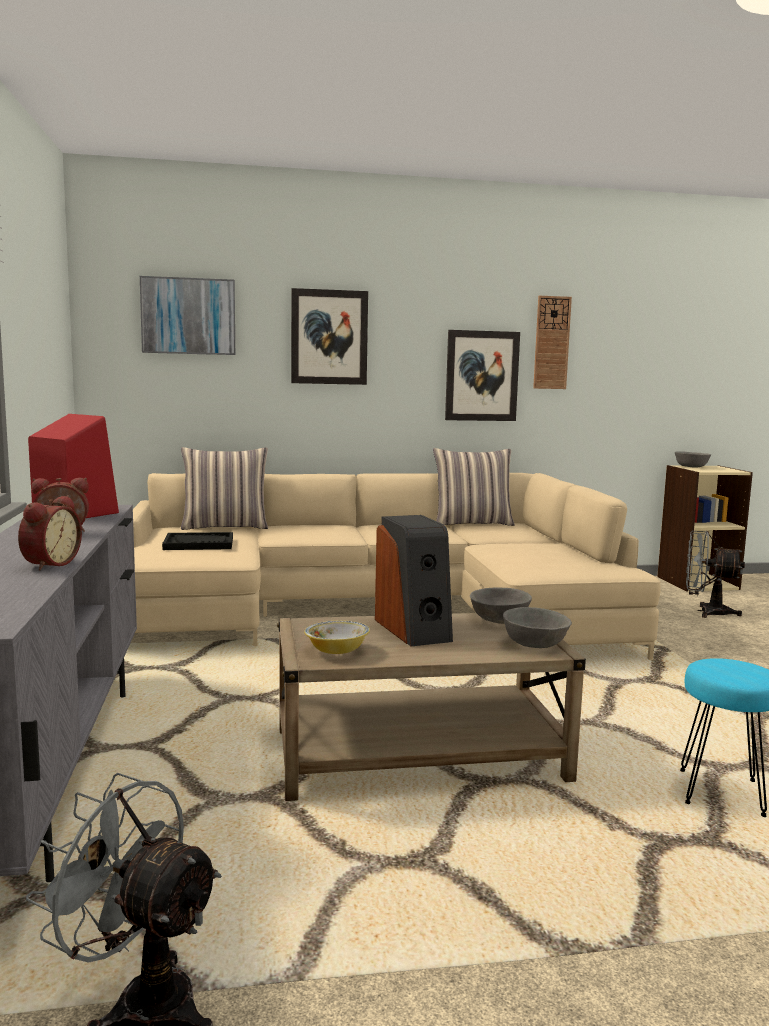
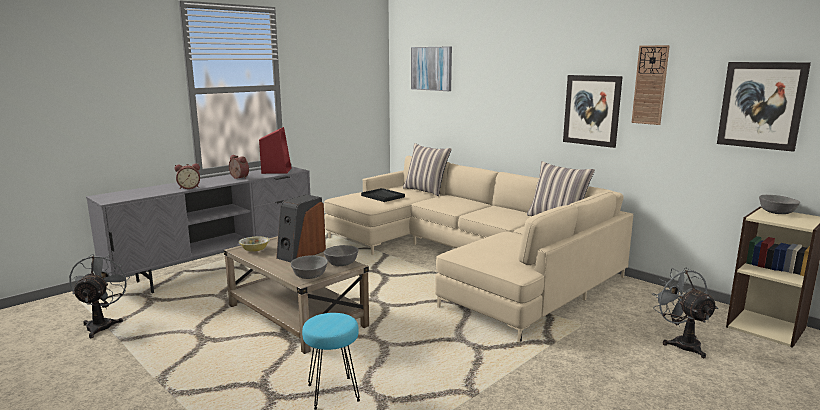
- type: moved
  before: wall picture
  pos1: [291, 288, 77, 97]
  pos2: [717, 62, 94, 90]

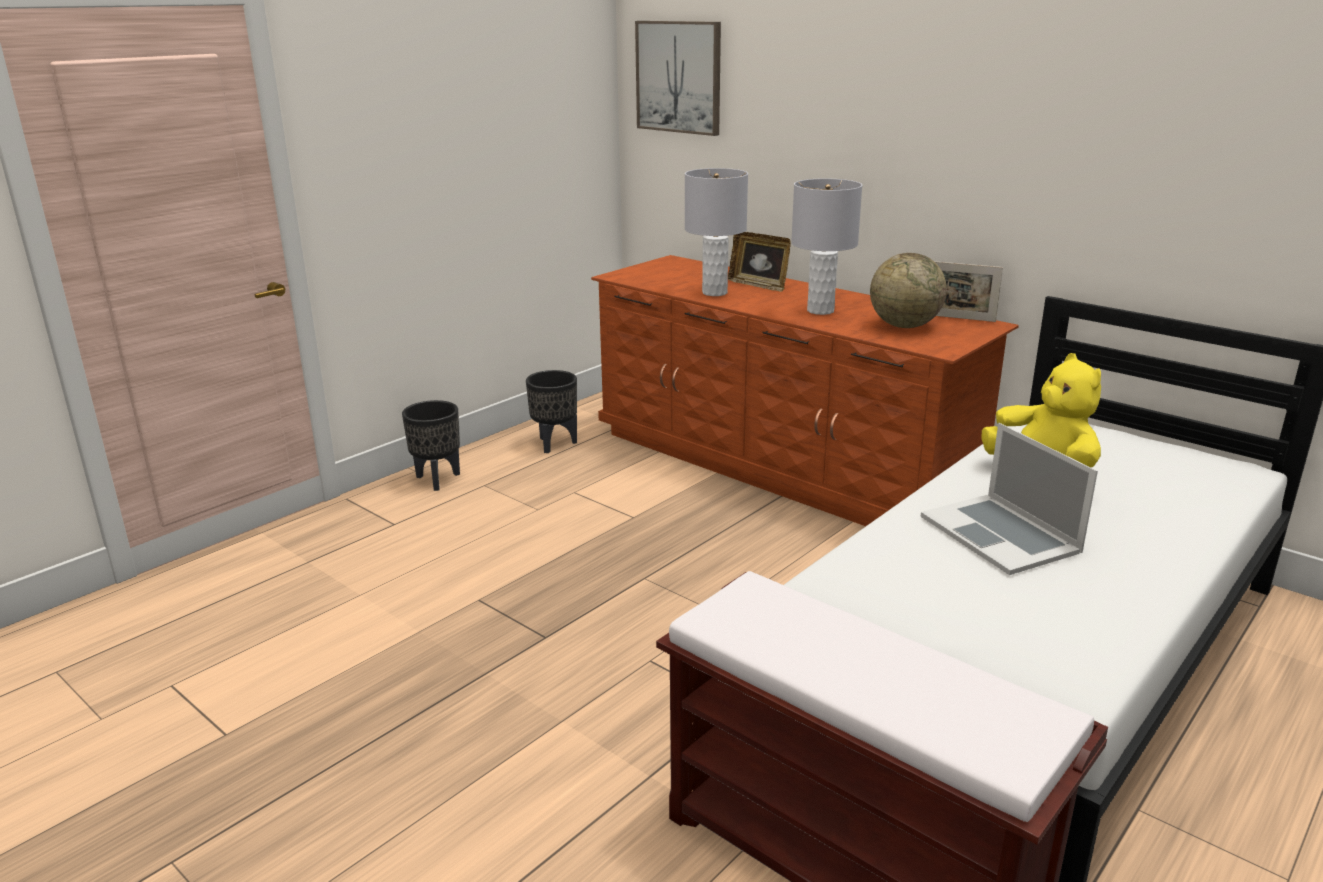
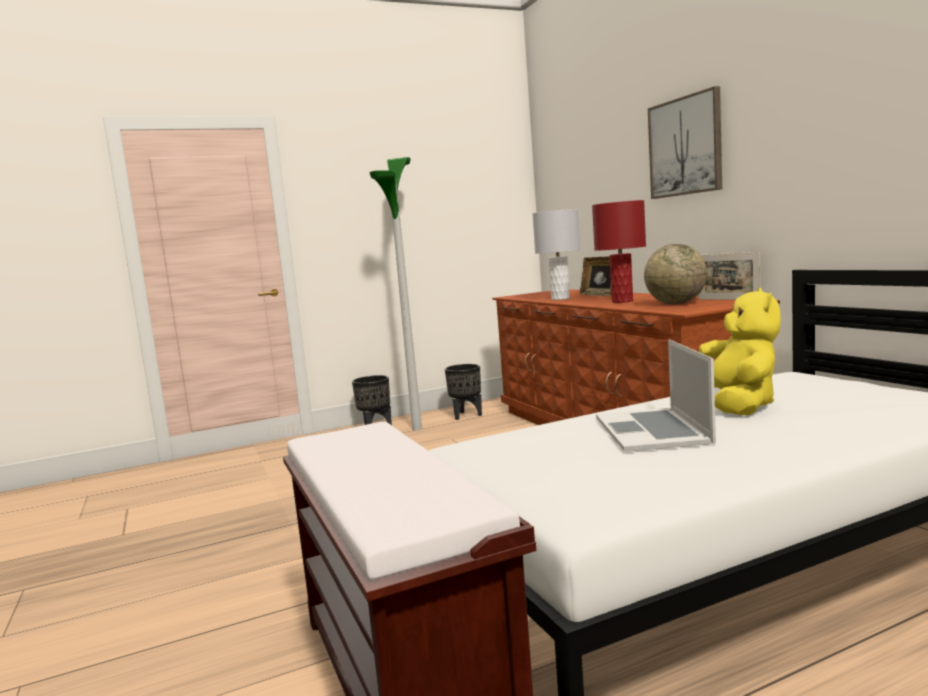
- type: added
  after: standing lamp
  pos2: [370, 157, 52, 274]
- type: moved
  before: wall picture
  pos1: [635, 21, 86, 115]
  pos2: [648, 86, 74, 113]
- type: recoloured
  before: lamp for a table (gray)
  after: lamp for a table (red)
  pos1: [791, 178, 71, 137]
  pos2: [592, 200, 54, 103]

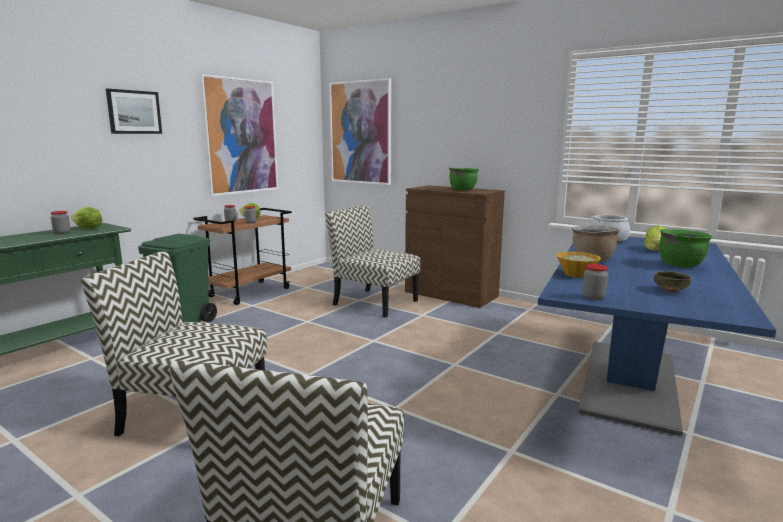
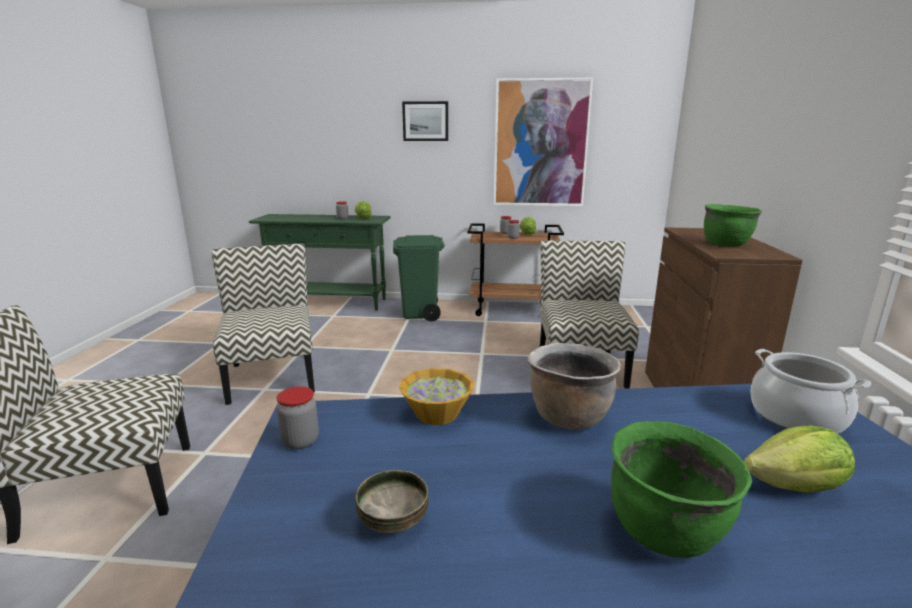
- type: removed
  before: wall picture
  pos1: [329, 78, 62, 107]

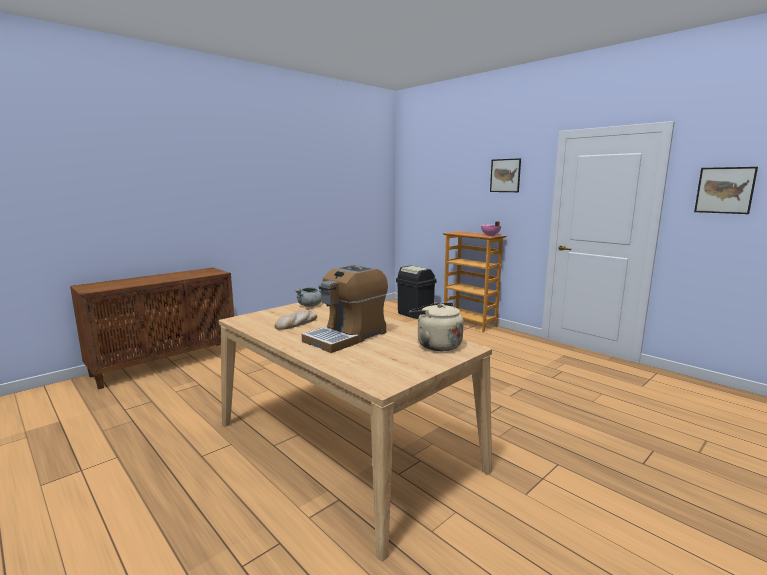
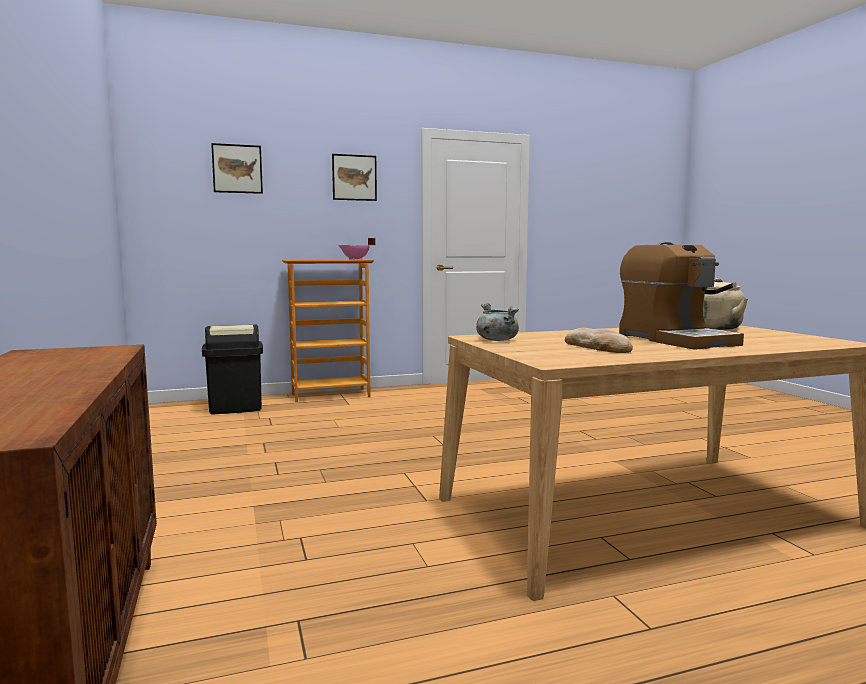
- type: moved
  before: wall picture
  pos1: [694, 167, 64, 47]
  pos2: [211, 143, 52, 51]

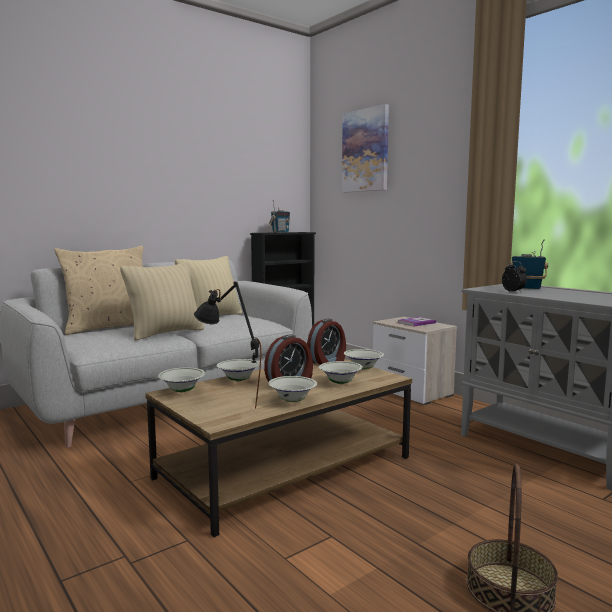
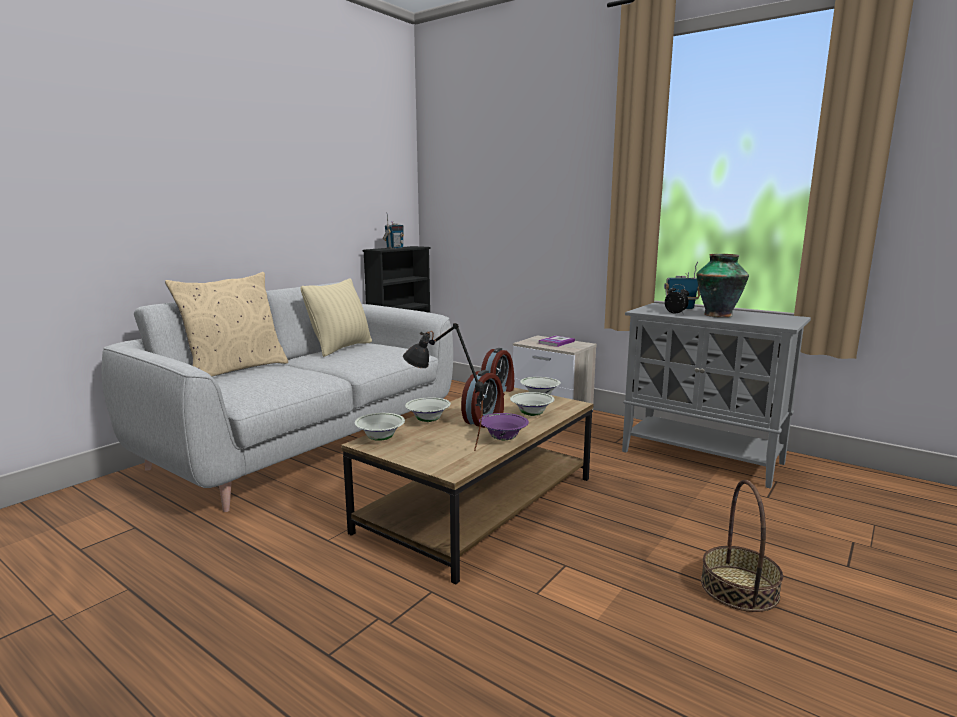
- type: removed
  before: pillow (sand-coloured)
  pos1: [120, 262, 84, 79]
- type: removed
  before: wall picture
  pos1: [342, 104, 47, 88]
- type: added
  after: flower vase
  pos2: [696, 254, 53, 63]
- type: recoloured
  before: deep dish (white-coloured)
  after: deep dish (purple)
  pos1: [268, 376, 49, 26]
  pos2: [479, 413, 50, 27]

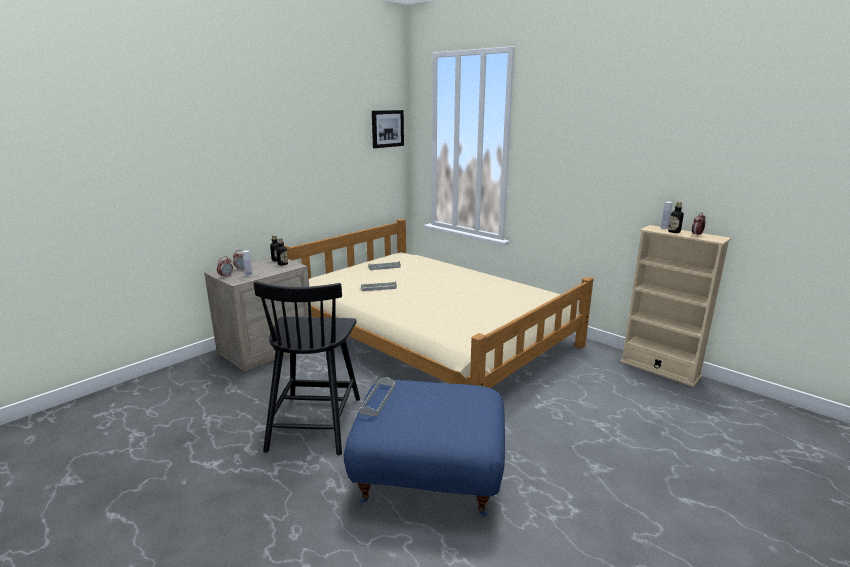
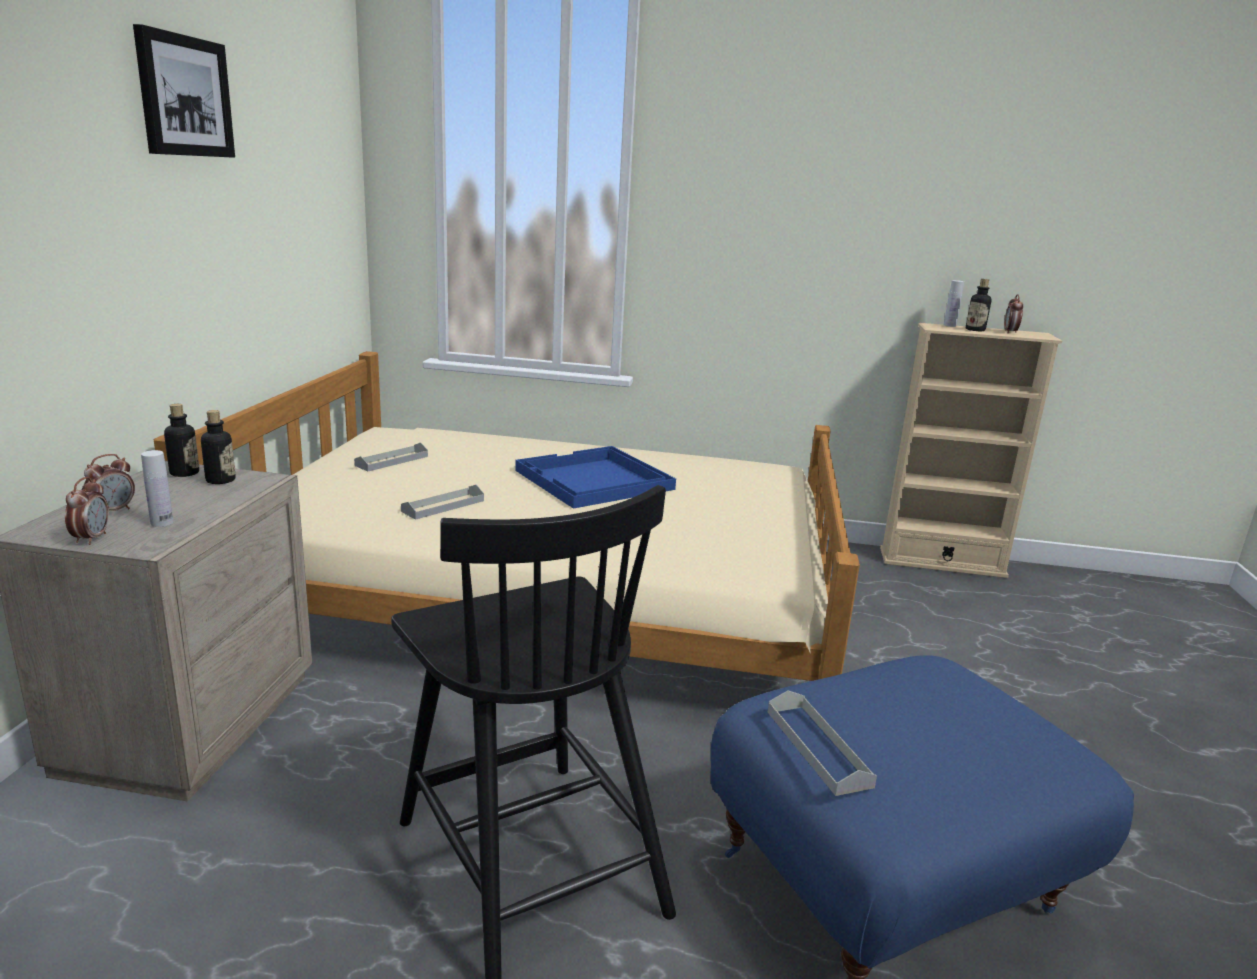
- type: added
  after: serving tray (blue)
  pos2: [515, 446, 161, 63]
- type: moved
  before: wall picture
  pos1: [372, 110, 32, 38]
  pos2: [133, 24, 102, 134]

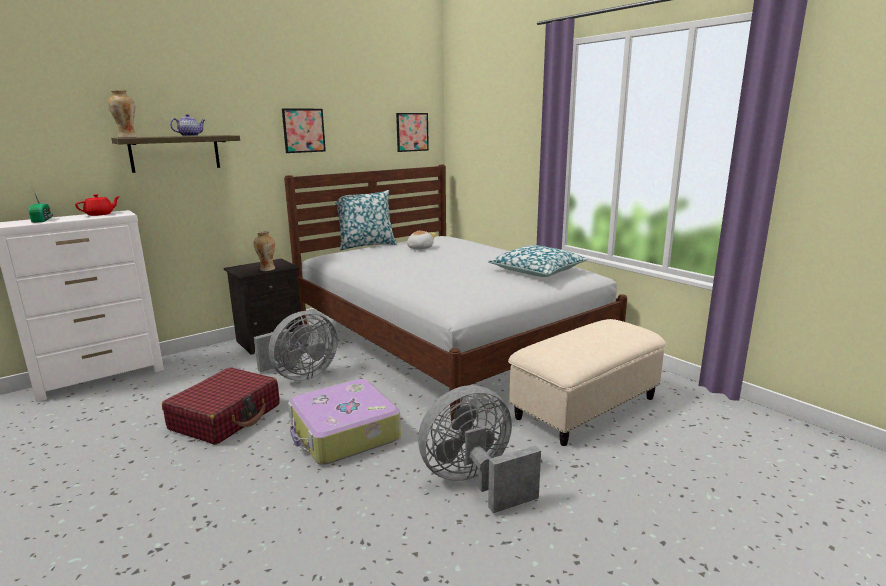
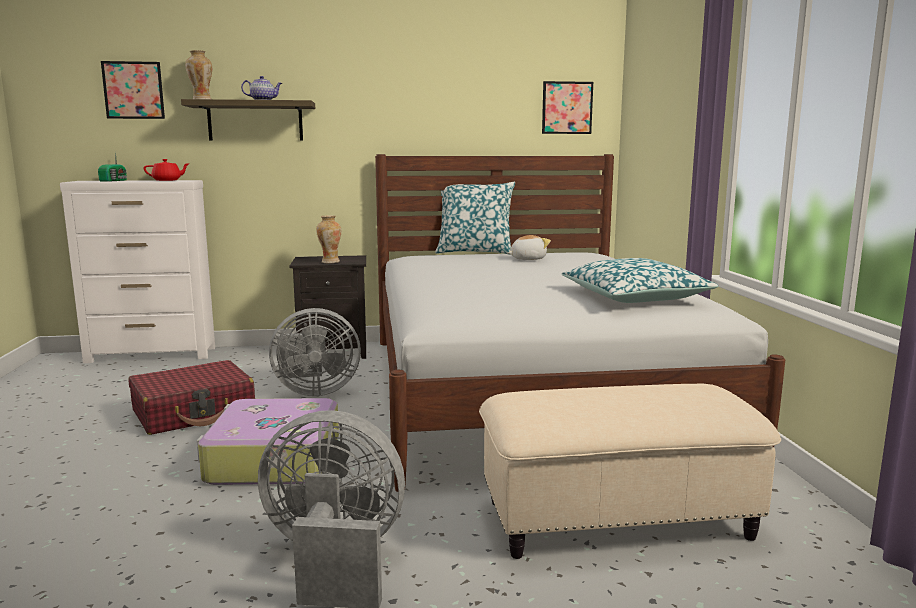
- type: moved
  before: wall picture
  pos1: [282, 109, 44, 44]
  pos2: [101, 61, 64, 58]

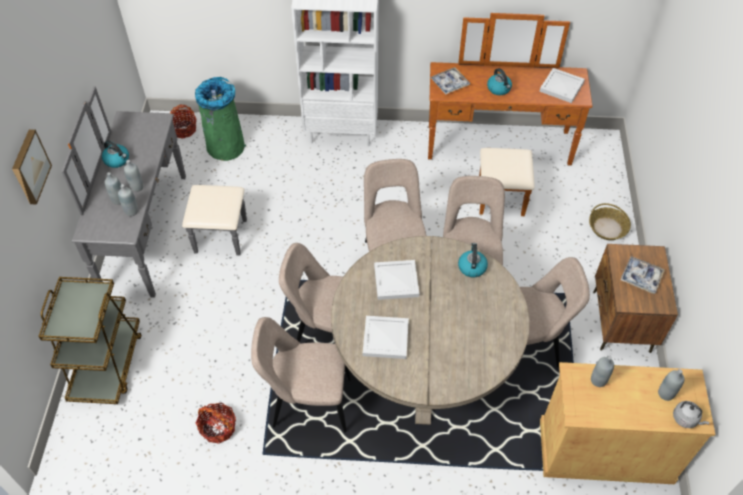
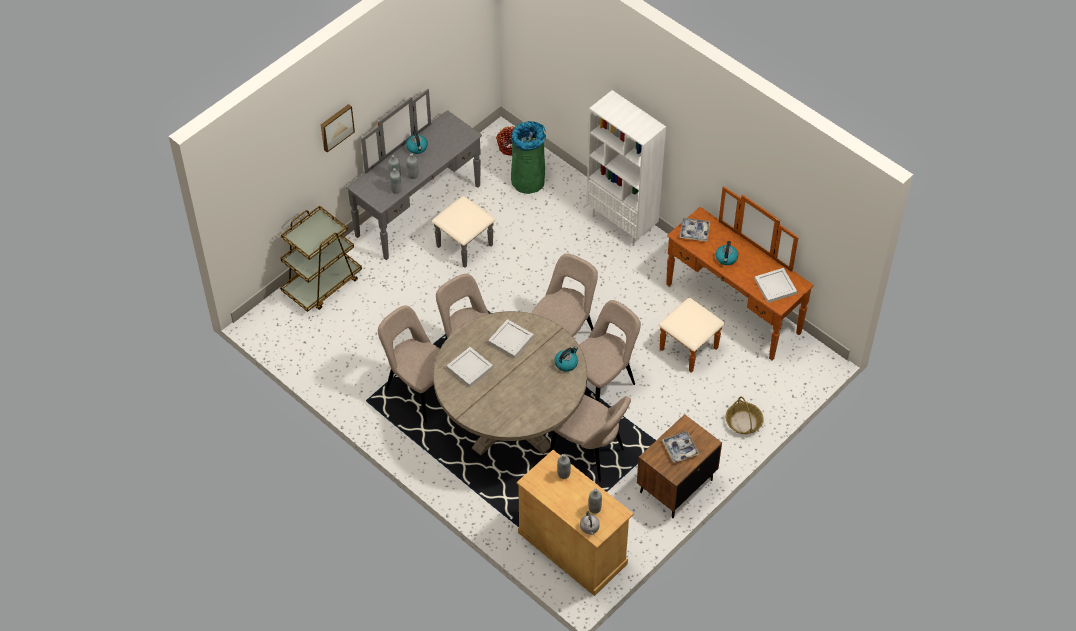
- type: removed
  before: household basket
  pos1: [196, 402, 40, 42]

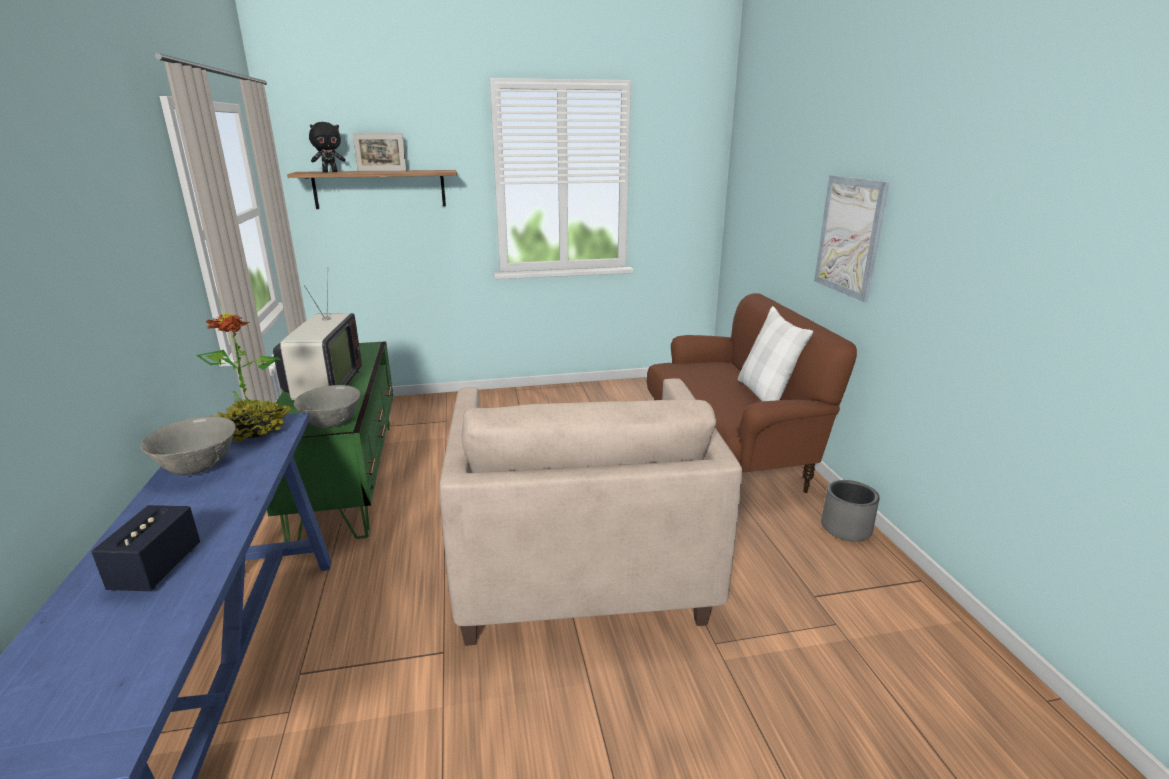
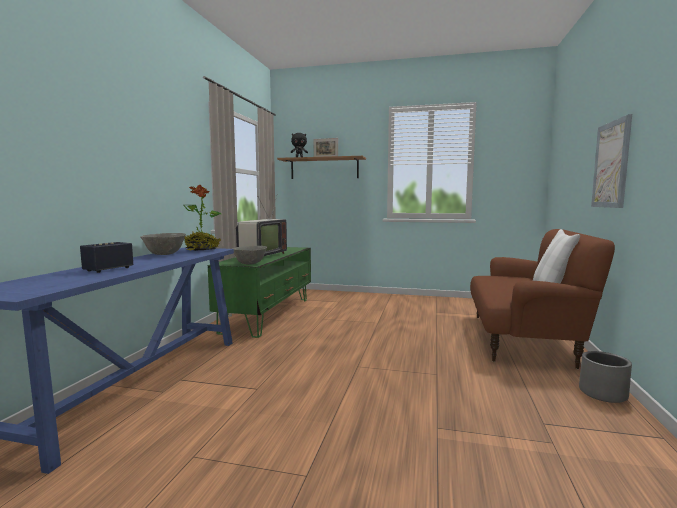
- type: removed
  before: easy chair (sand-coloured)
  pos1: [439, 378, 303, 268]

